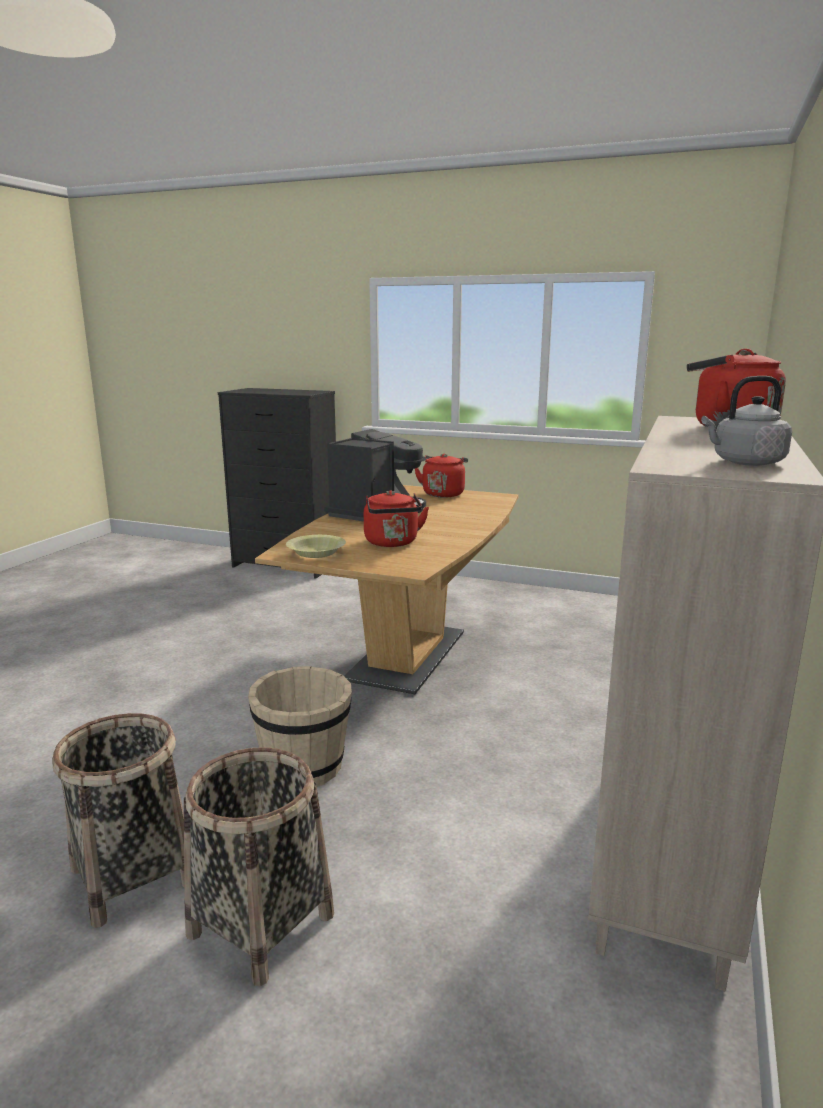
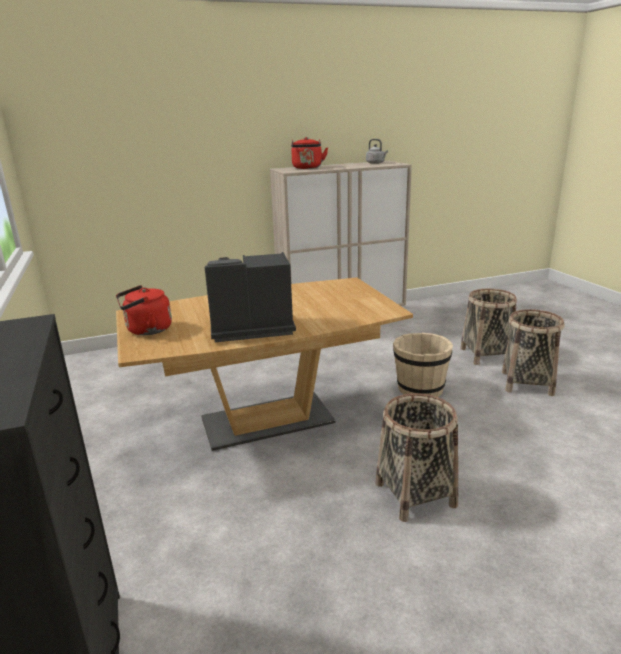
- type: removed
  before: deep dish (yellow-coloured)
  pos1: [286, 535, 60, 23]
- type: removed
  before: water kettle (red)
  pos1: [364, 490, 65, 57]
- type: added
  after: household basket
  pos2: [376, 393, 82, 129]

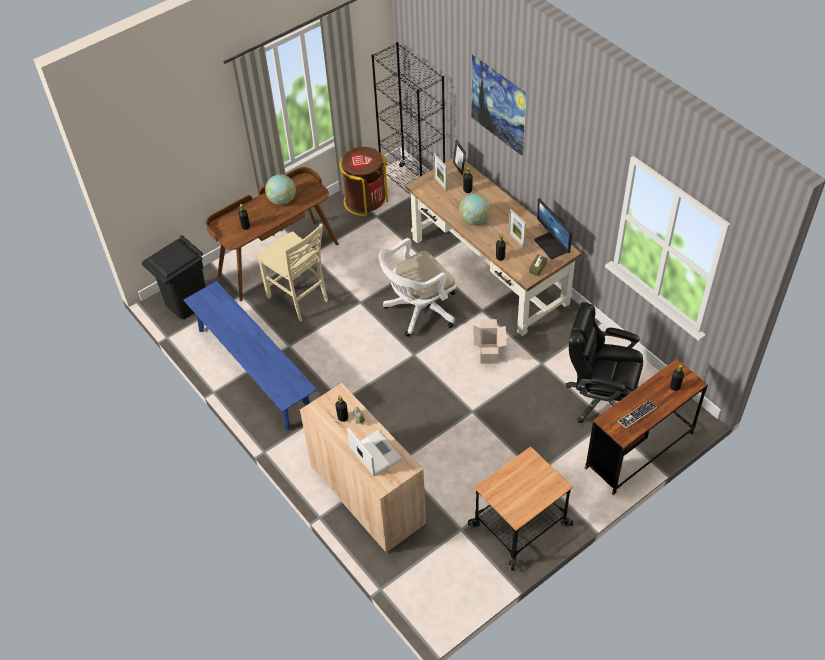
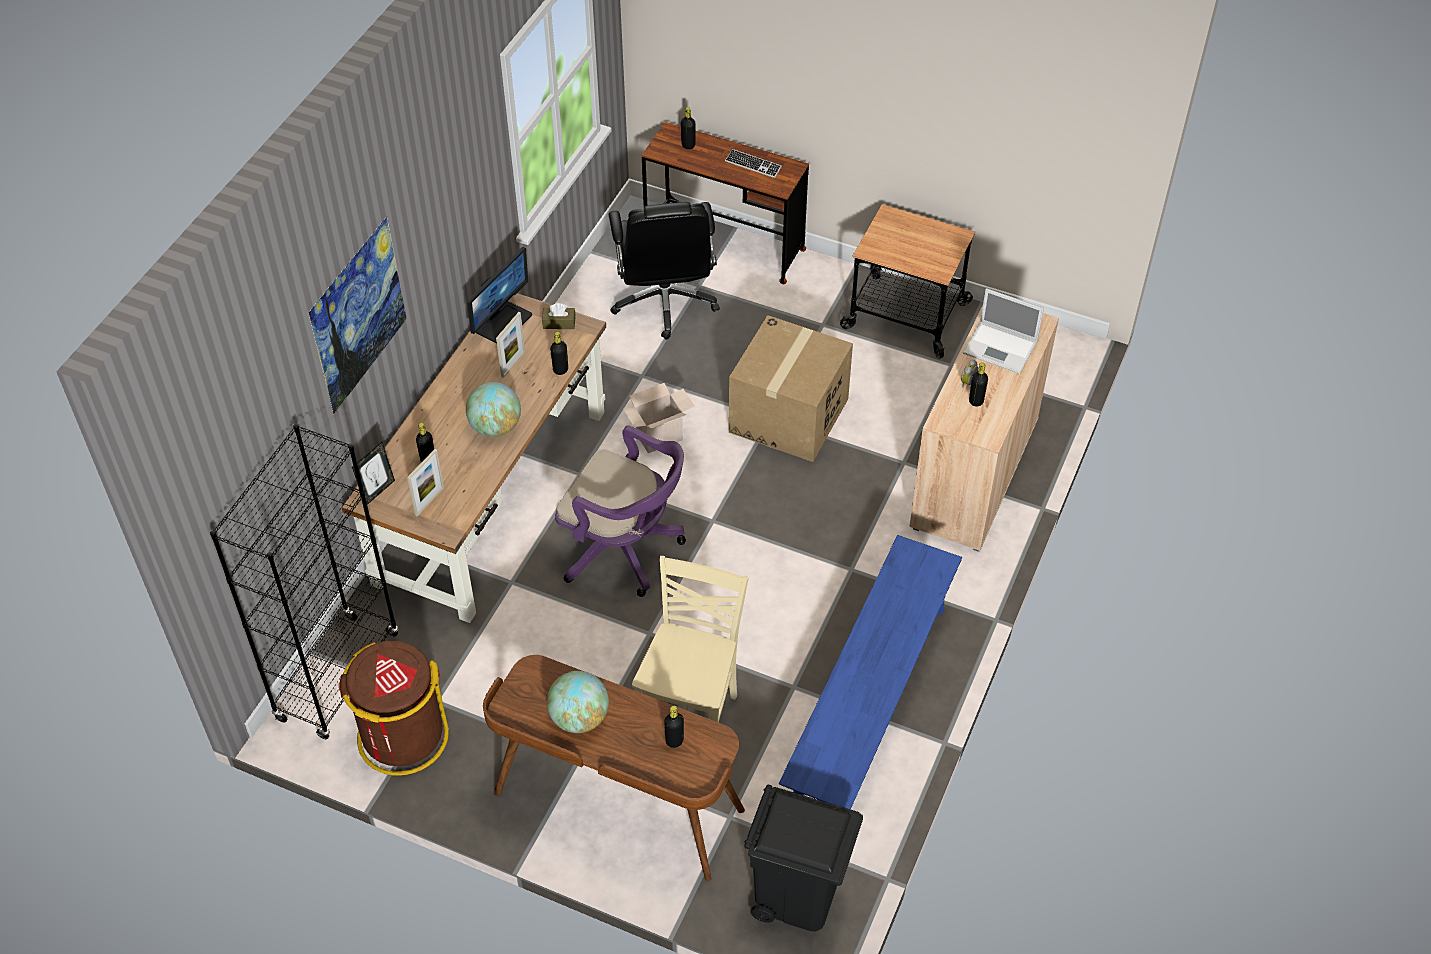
- type: added
  after: cardboard box
  pos2: [729, 315, 124, 147]
- type: recoloured
  before: computer chair (white-coloured)
  after: computer chair (purple)
  pos1: [379, 238, 78, 99]
  pos2: [555, 425, 131, 172]
- type: turned
  before: notebook computer
  pos1: [347, 427, 55, 49]
  pos2: [963, 288, 81, 86]
  turn: -90

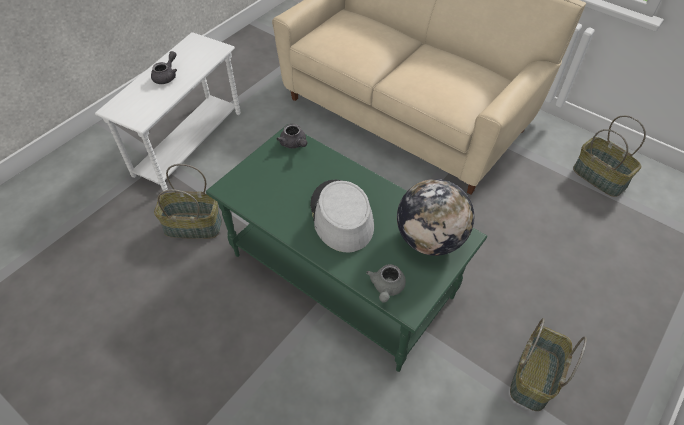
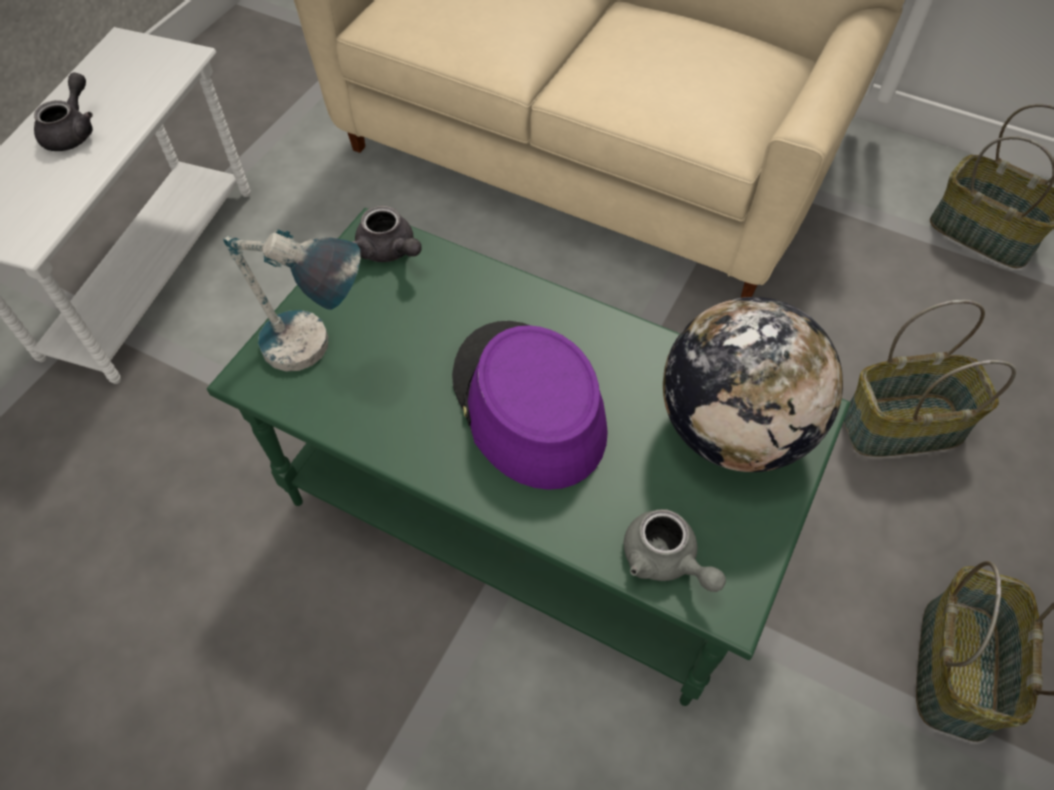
- type: added
  after: lamp for a table
  pos2: [223, 229, 138, 142]
- type: moved
  before: household basket
  pos1: [154, 164, 68, 75]
  pos2: [843, 300, 173, 157]
- type: recoloured
  before: clothing hat (gray)
  after: clothing hat (purple)
  pos1: [310, 179, 64, 74]
  pos2: [452, 321, 156, 169]
- type: turned
  before: tea pot (gray)
  pos1: [366, 264, 40, 38]
  pos2: [623, 509, 103, 83]
  turn: -45

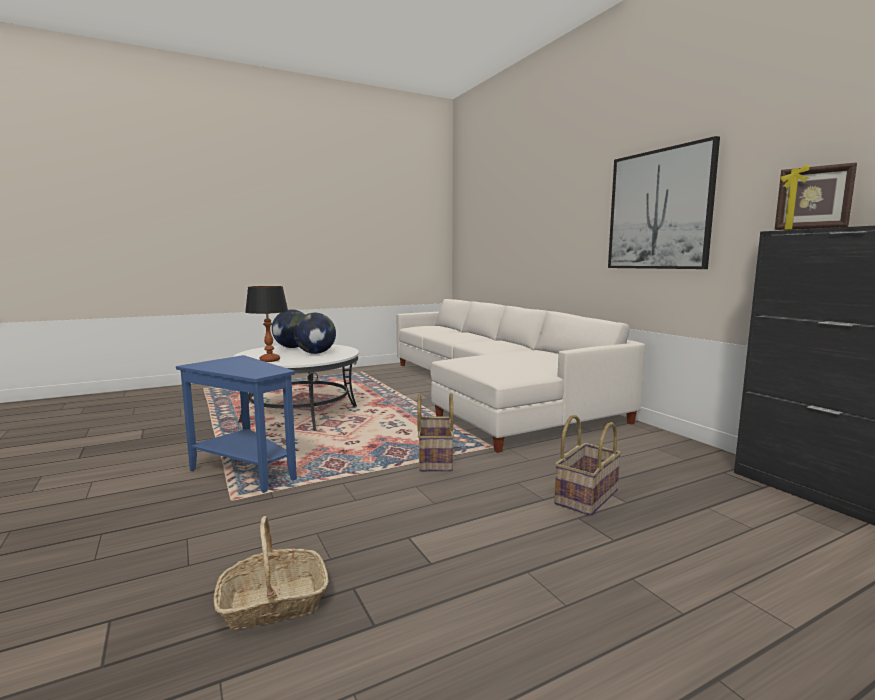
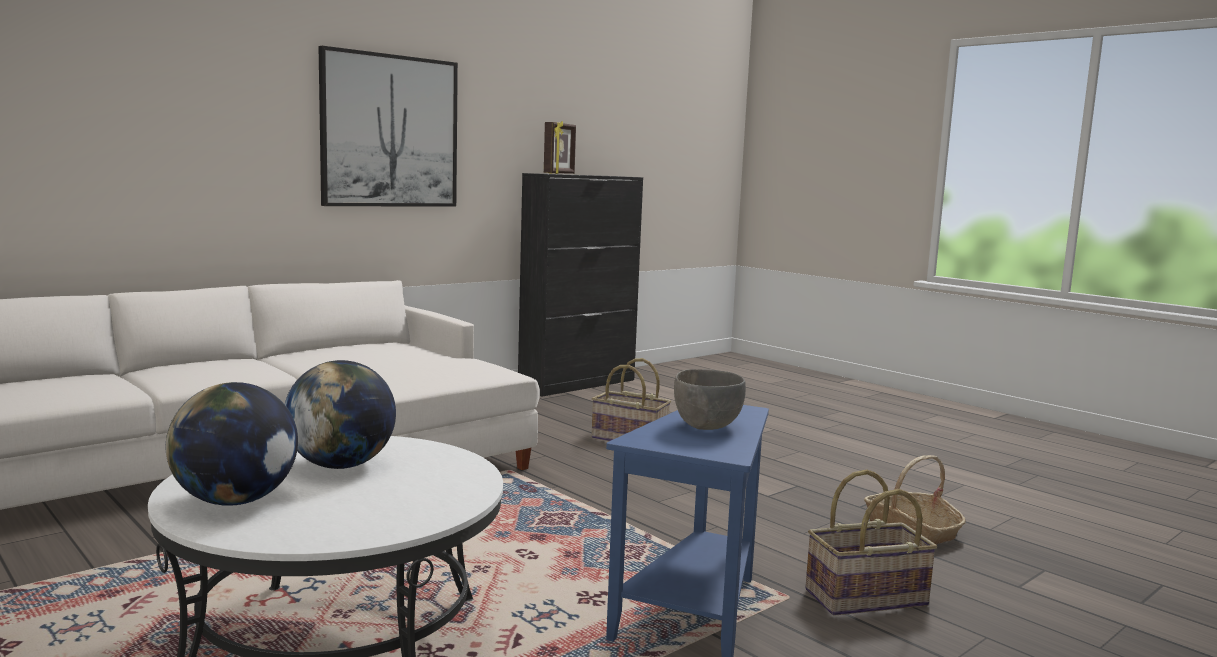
- type: removed
  before: lamp for a table
  pos1: [245, 286, 43, 76]
- type: added
  after: deep dish (gray)
  pos2: [674, 369, 72, 61]
- type: moved
  before: household basket
  pos1: [417, 393, 37, 79]
  pos2: [805, 470, 132, 146]

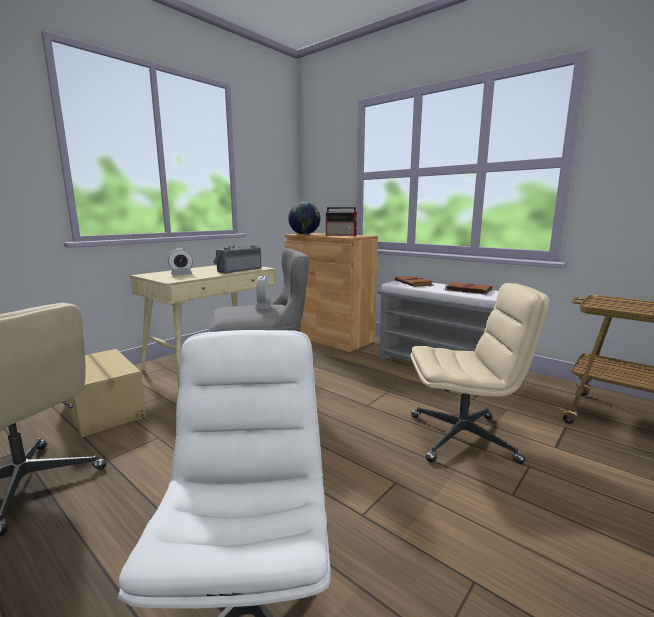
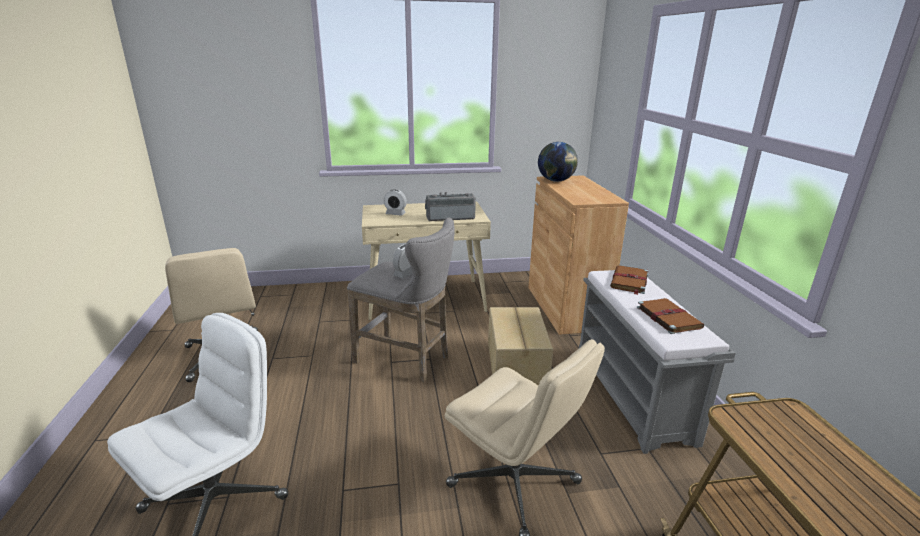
- type: removed
  before: radio
  pos1: [326, 207, 31, 29]
- type: moved
  before: cardboard box
  pos1: [64, 349, 82, 88]
  pos2: [488, 307, 65, 79]

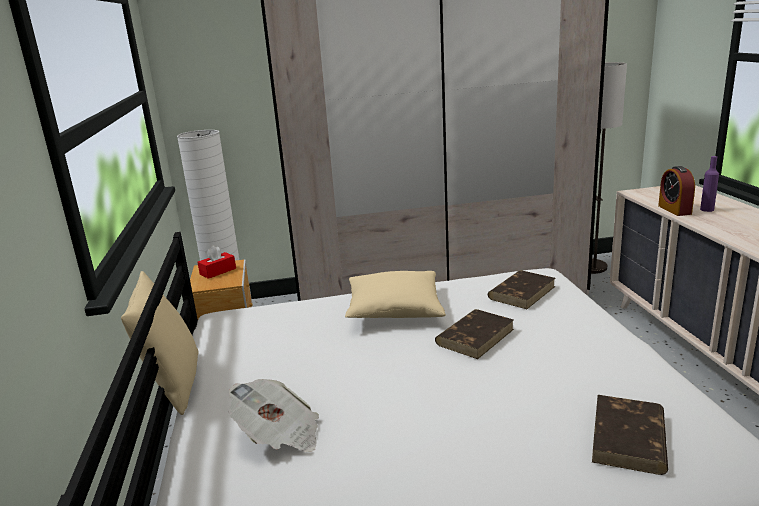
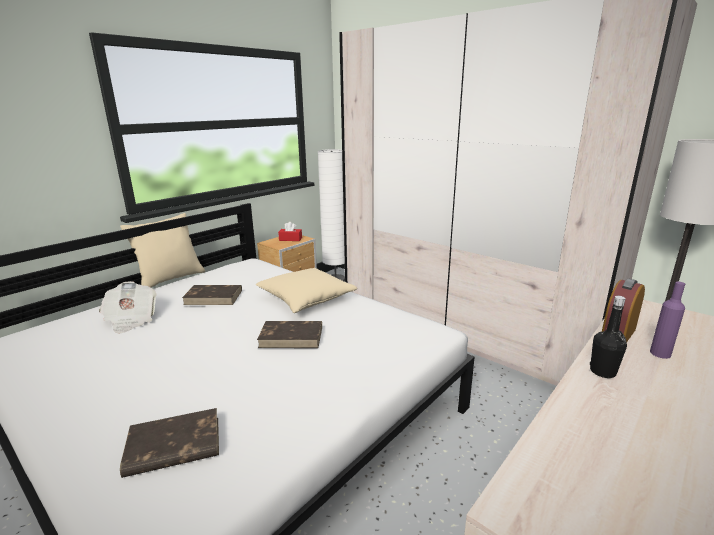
- type: added
  after: beverage bottle (black)
  pos2: [590, 296, 37, 82]
- type: moved
  before: book (brown-coloured)
  pos1: [488, 270, 67, 39]
  pos2: [182, 285, 60, 20]

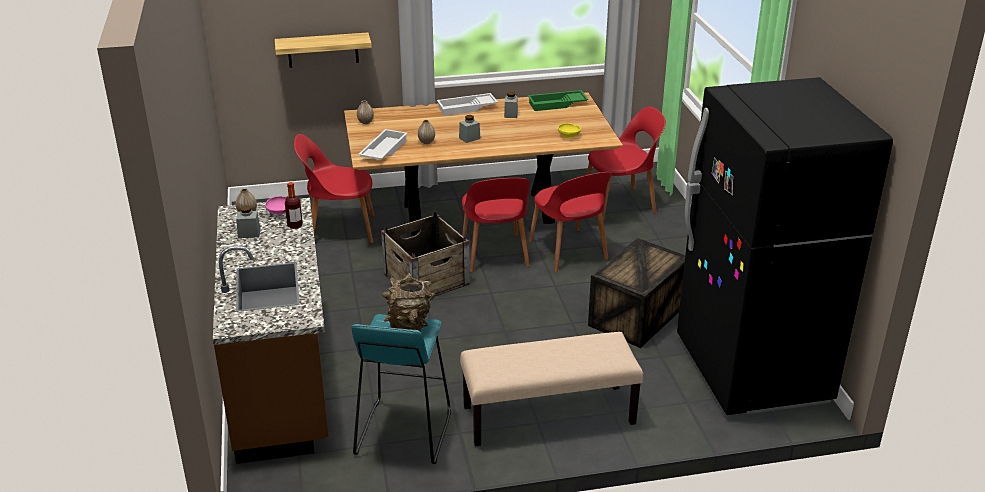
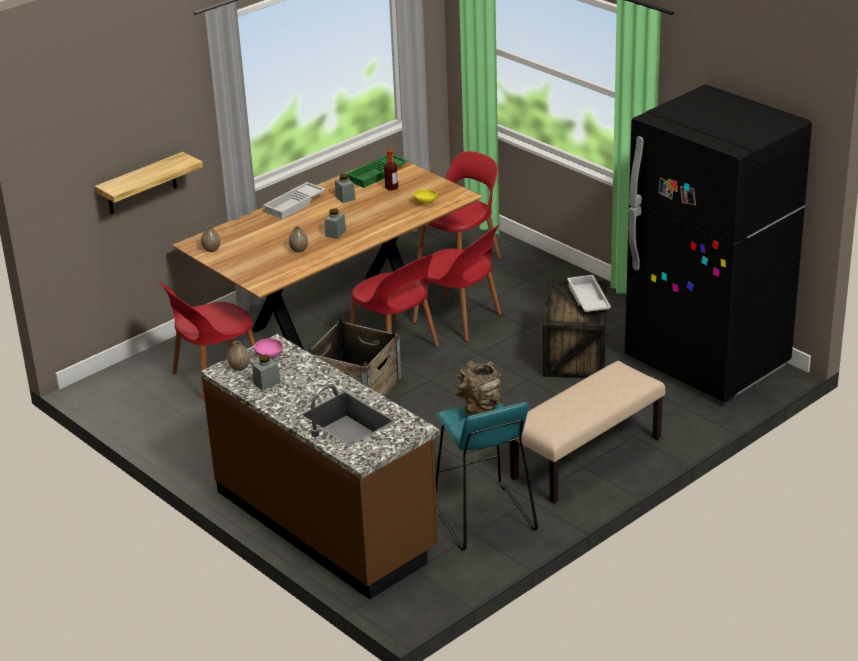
- type: moved
  before: beverage bottle
  pos1: [285, 182, 18, 47]
  pos2: [384, 150, 14, 41]
- type: moved
  before: serving tray (white-coloured)
  pos1: [358, 129, 50, 31]
  pos2: [567, 275, 44, 37]

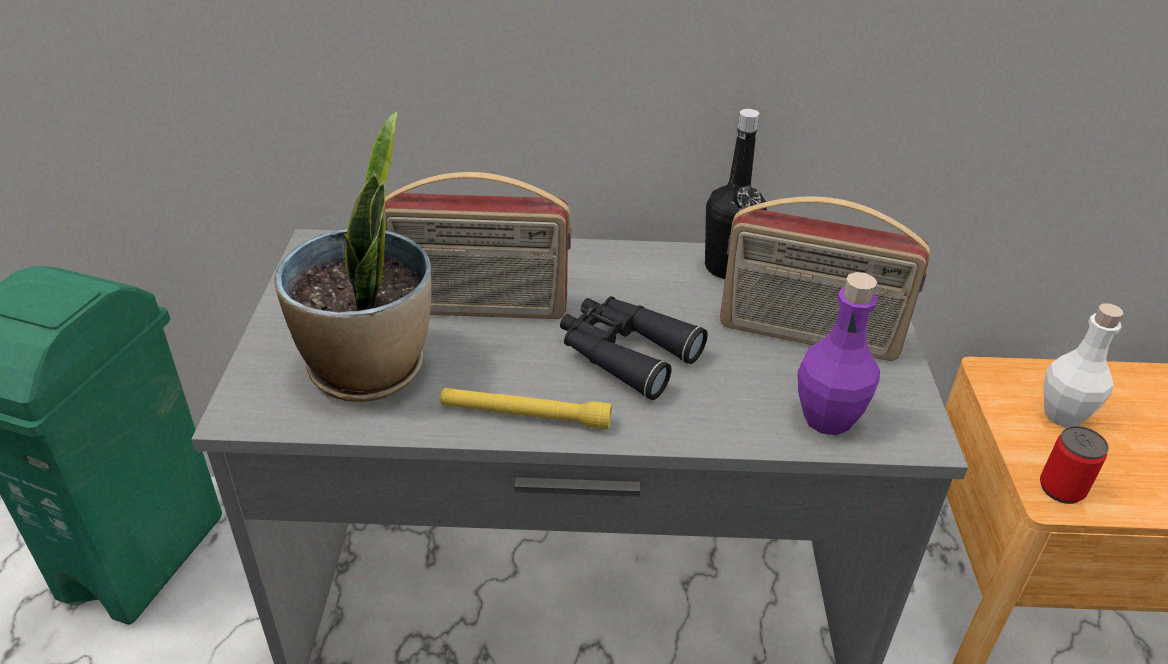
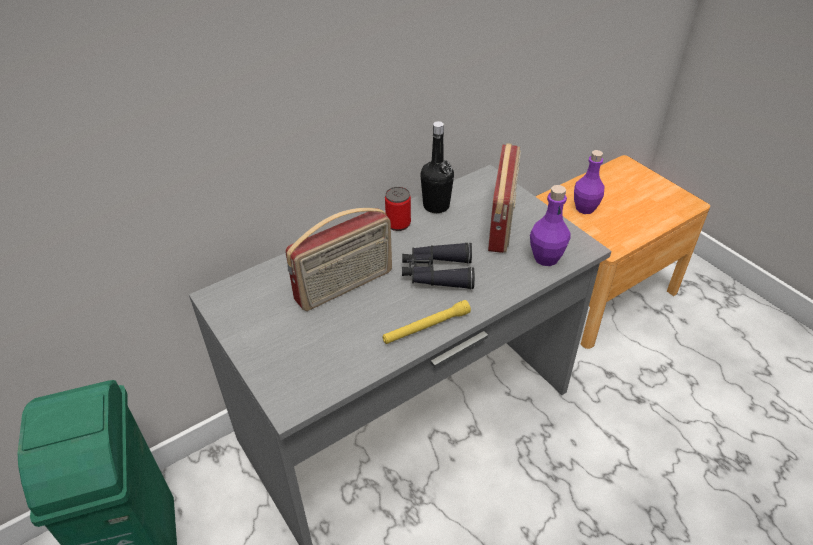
- type: removed
  before: potted plant
  pos1: [274, 112, 157, 290]
- type: moved
  before: sealed can
  pos1: [1040, 426, 69, 78]
  pos2: [385, 187, 26, 44]
- type: recoloured
  before: beverage bottle (white-coloured)
  after: beverage bottle (purple)
  pos1: [1043, 303, 80, 125]
  pos2: [574, 150, 30, 64]
- type: turned
  before: radio
  pos1: [720, 196, 210, 165]
  pos2: [488, 143, 33, 110]
  turn: -60

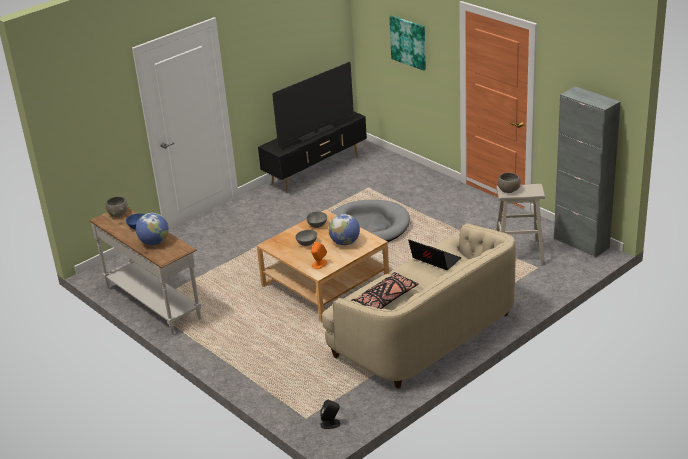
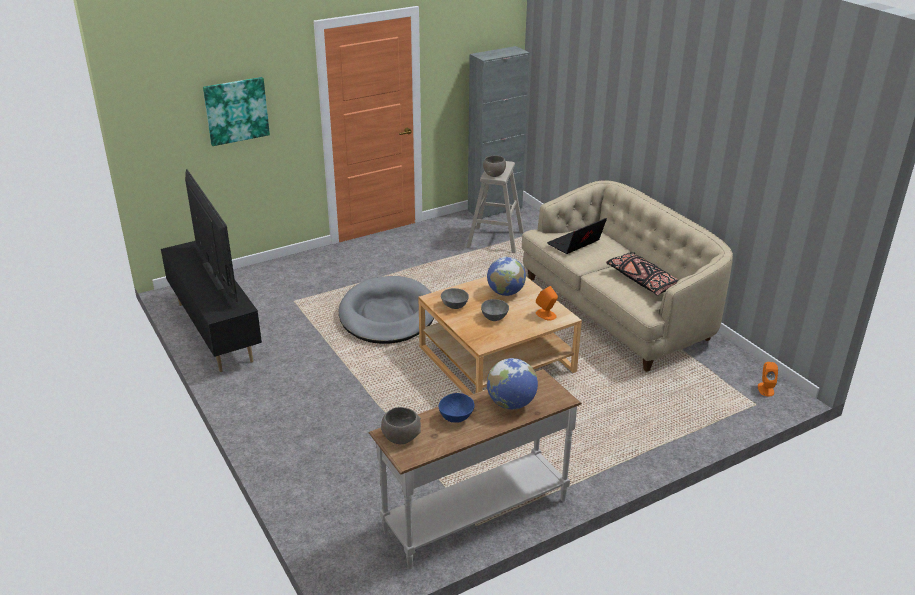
- type: recoloured
  before: speaker (black)
  after: speaker (orange-coloured)
  pos1: [320, 400, 20, 29]
  pos2: [758, 362, 20, 34]

